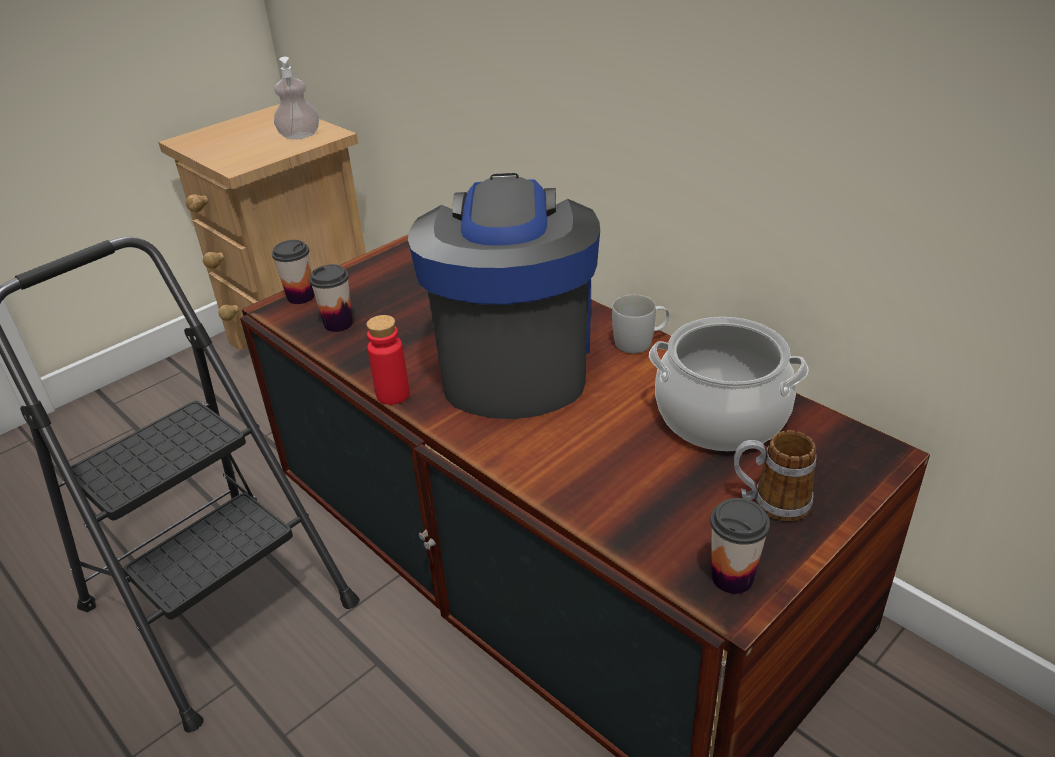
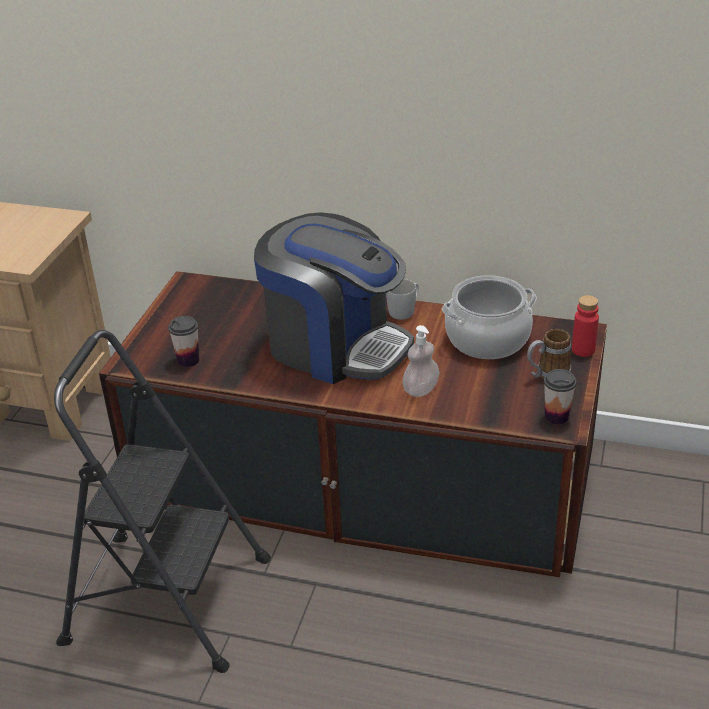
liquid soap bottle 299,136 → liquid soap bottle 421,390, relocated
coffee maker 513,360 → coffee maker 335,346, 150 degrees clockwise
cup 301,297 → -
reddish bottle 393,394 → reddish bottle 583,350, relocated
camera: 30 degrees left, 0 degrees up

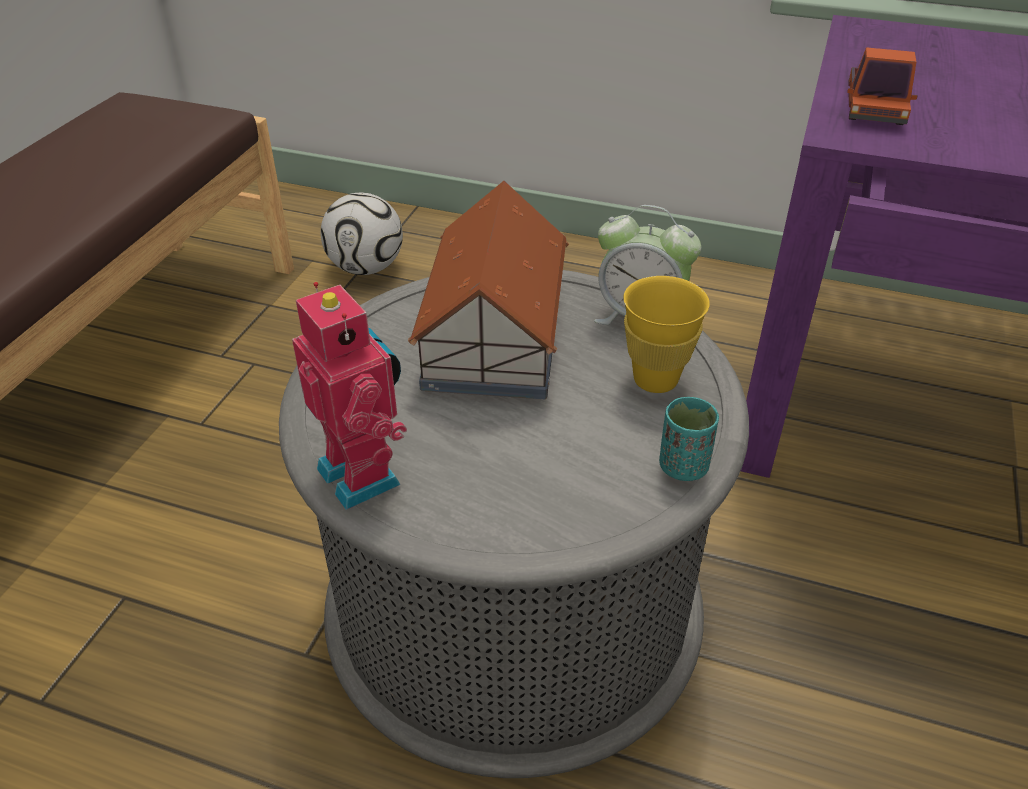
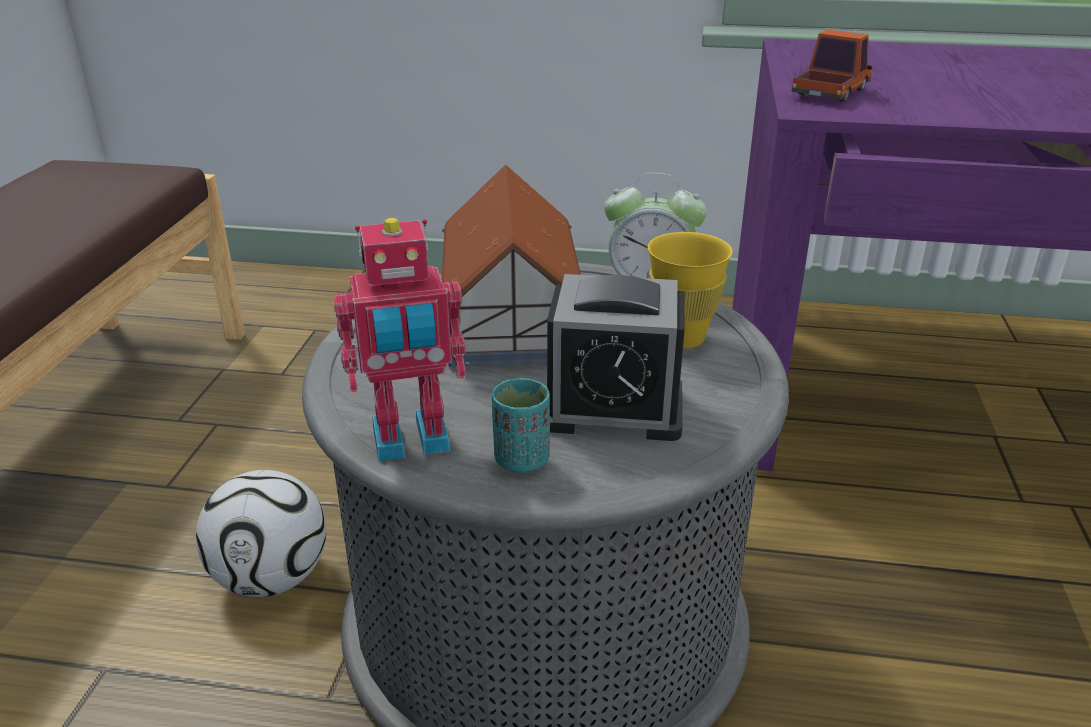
toy lorry 874,109 → toy lorry 830,93, 150 degrees counterclockwise
ball for football 365,268 → ball for football 271,579, relocated
model robot 364,474 → model robot 411,441, 120 degrees clockwise
blue-green cup 683,467 → blue-green cup 521,460, relocated
- → bedside clock 612,408
camera: 10 degrees left, 10 degrees down

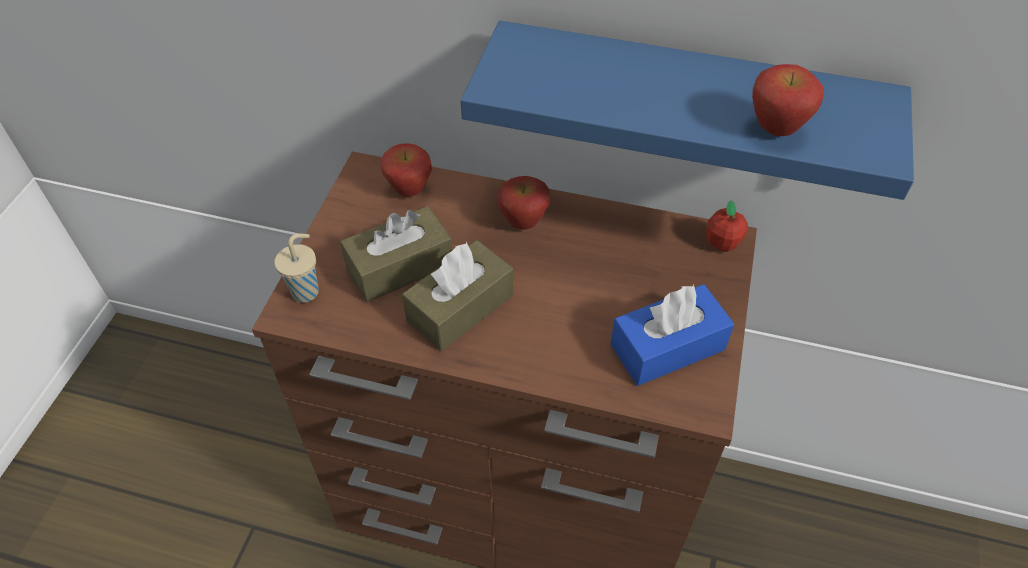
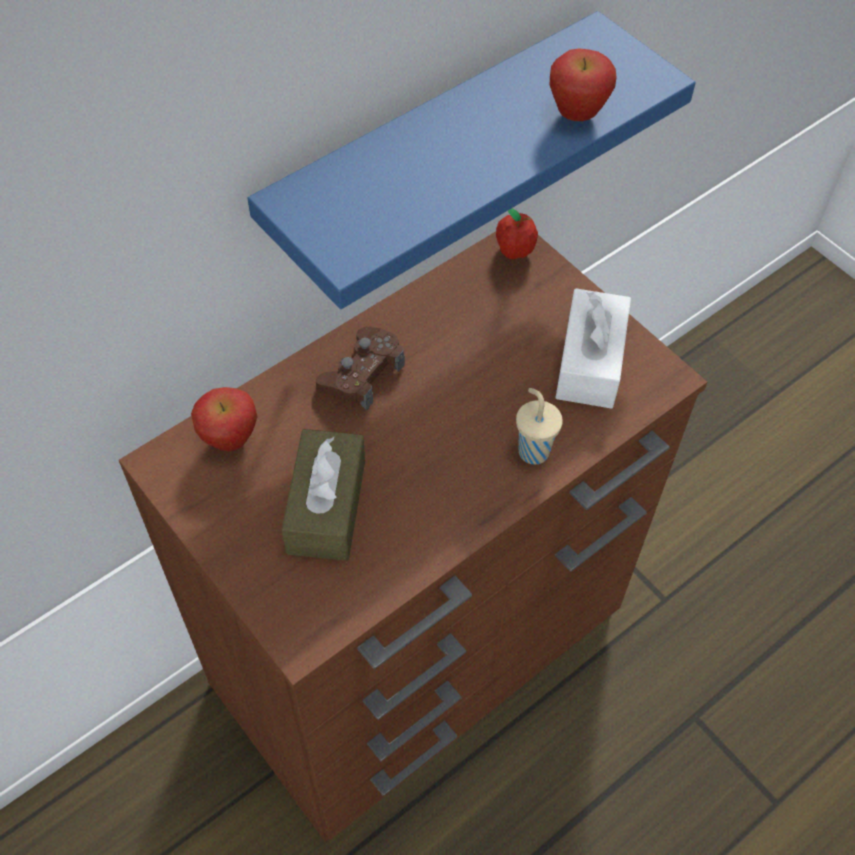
whole apple 523,223 → brownish game controller 362,374
beige-coloured cup 306,291 → beige-coloured cup 532,450, relocated
brownish tissue holder 460,307 → -
blue tissue holder 667,347 → white-coloured tissue holder 590,362
camera: 55 degrees left, 5 degrees up

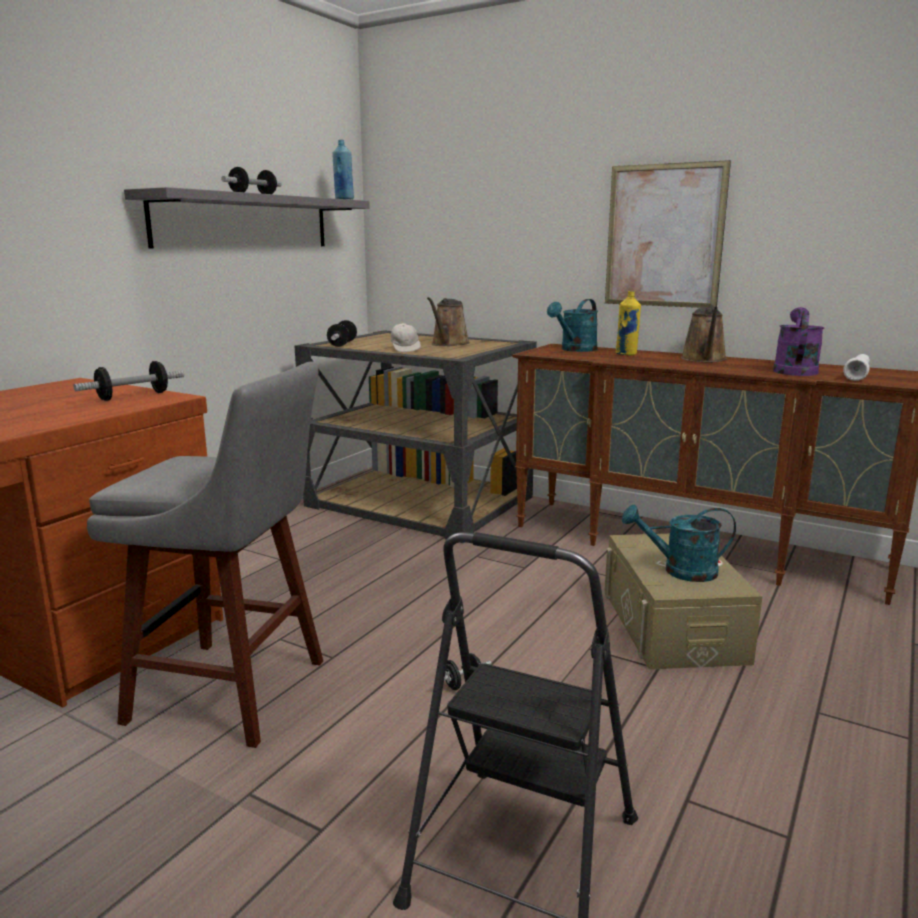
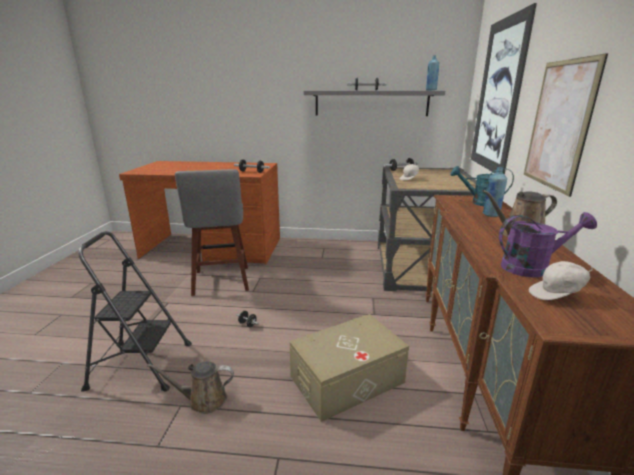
yellow-coloured bottle 626,354 → blue bottle 491,215
brownish watering can 449,344 → brownish watering can 203,399, relocated
white-coloured flashlight 857,375 → white-coloured cap 557,295
blue-green watering can 680,571 → -
- → wall picture 498,96
camera: 65 degrees right, 5 degrees up

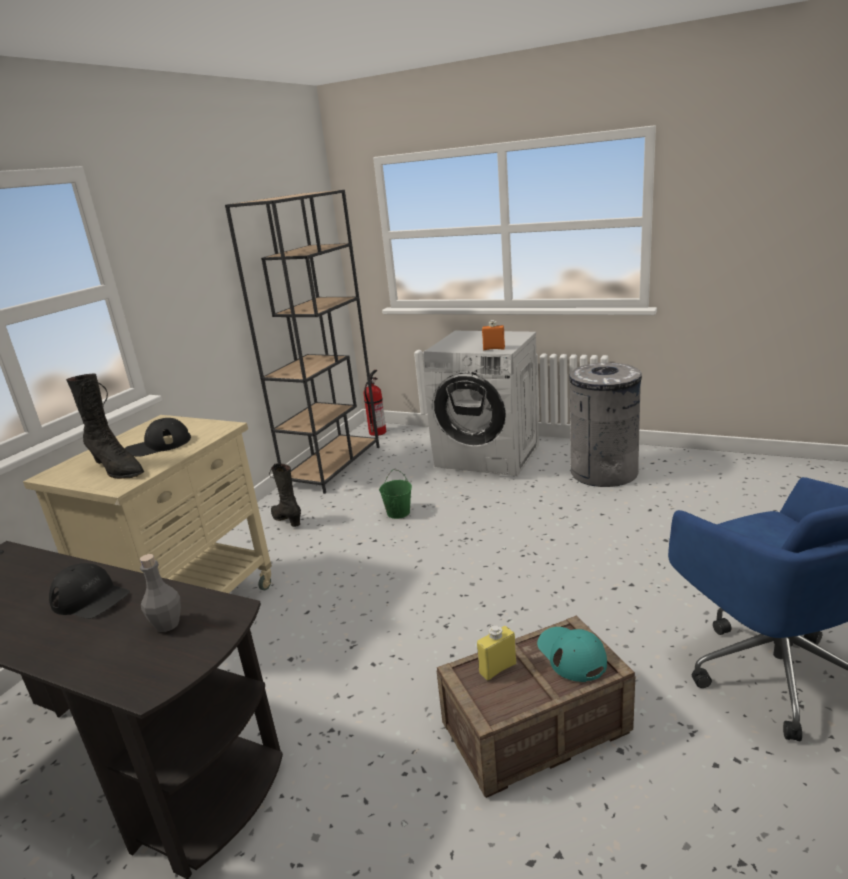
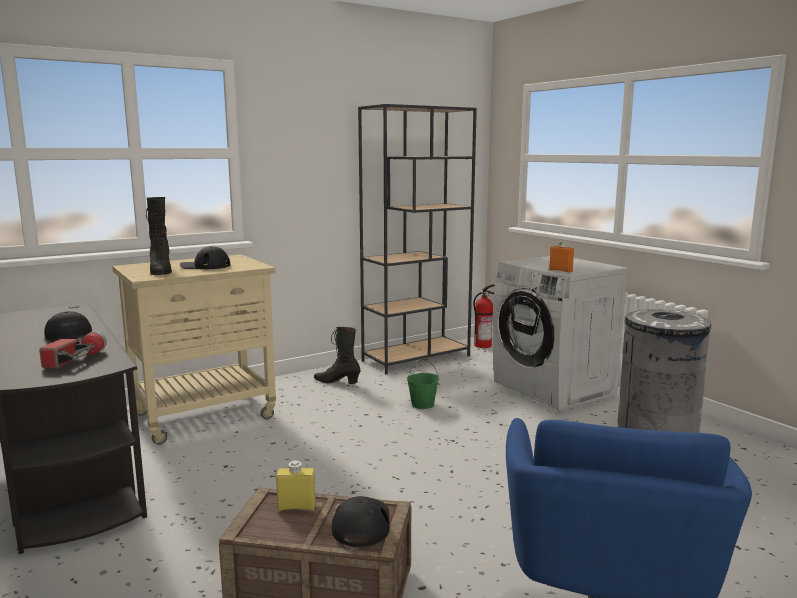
black high-top boot 287,520 → black high-top boot 337,382, 60 degrees counterclockwise
grey bottle 167,625 → flashlight 76,360
blue-green cap 571,655 → black cap 362,524
camera: 30 degrees right, 10 degrees down

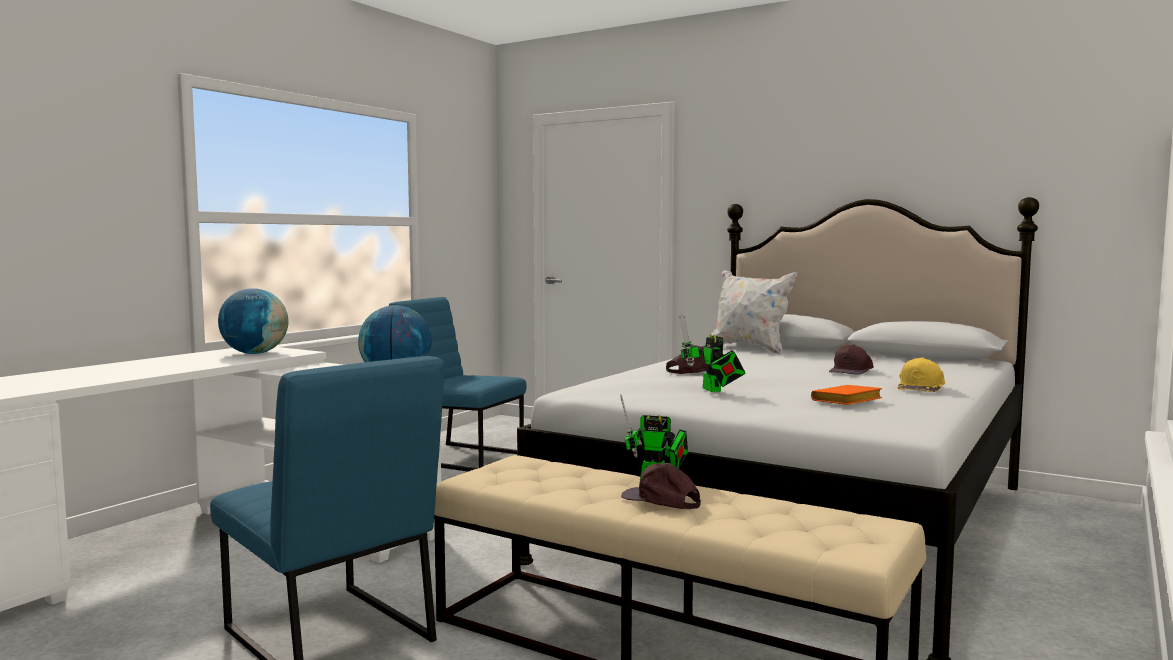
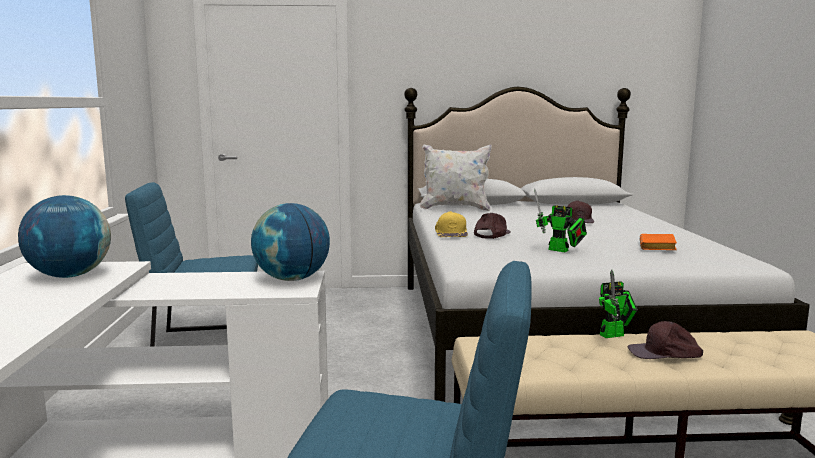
yellow-coloured cap 921,387 → yellow-coloured cap 451,233, relocated
camera: 35 degrees left, 5 degrees up

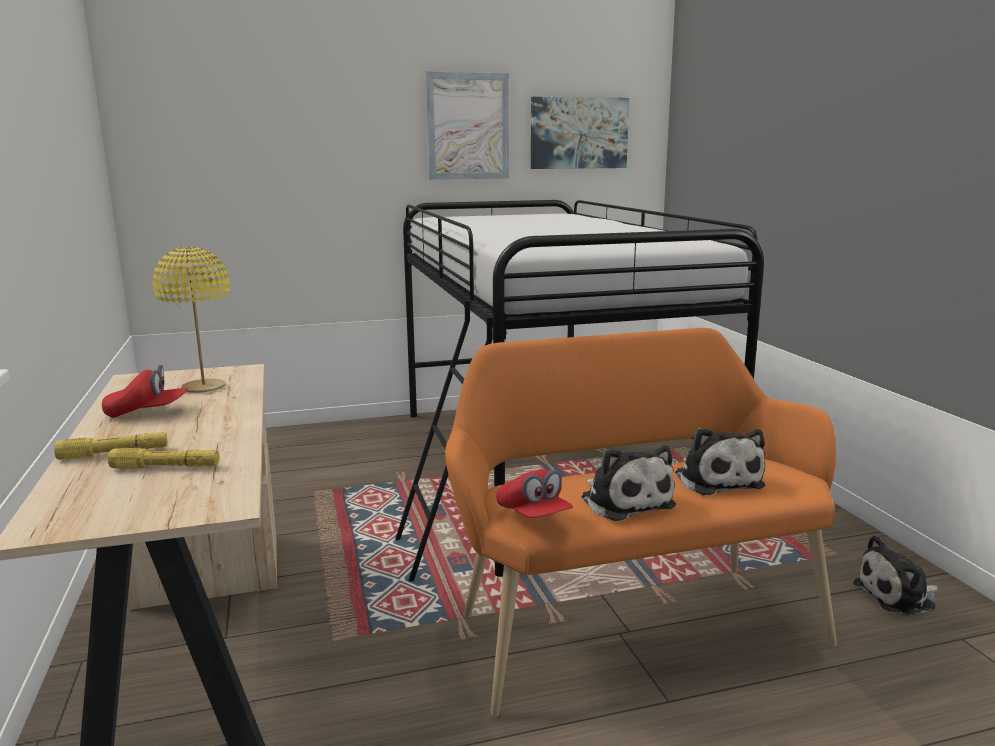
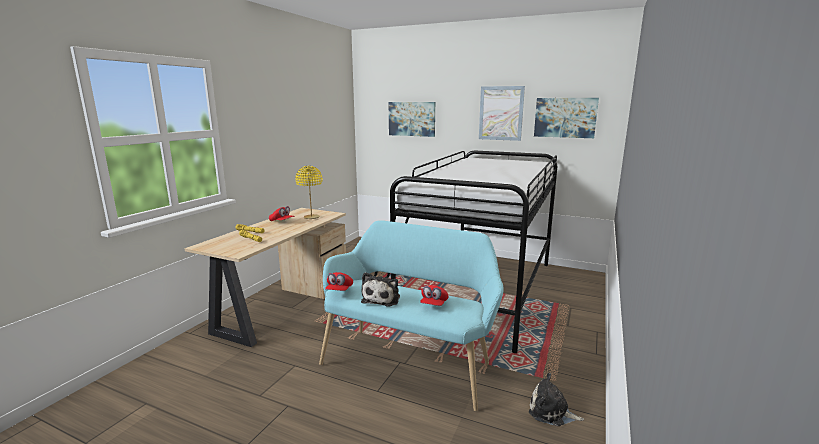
orangey indoor bench 631,623 → blue-green indoor bench 410,361
cuddly toy 716,479 → reddish cap 434,304
- → wall picture 412,119
camera: 40 degrees right, 0 degrees up

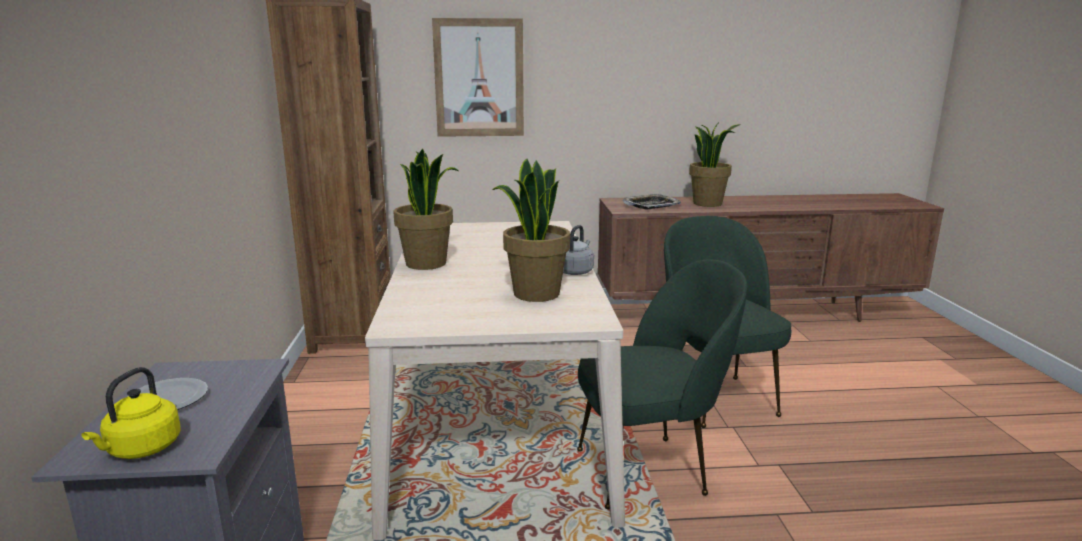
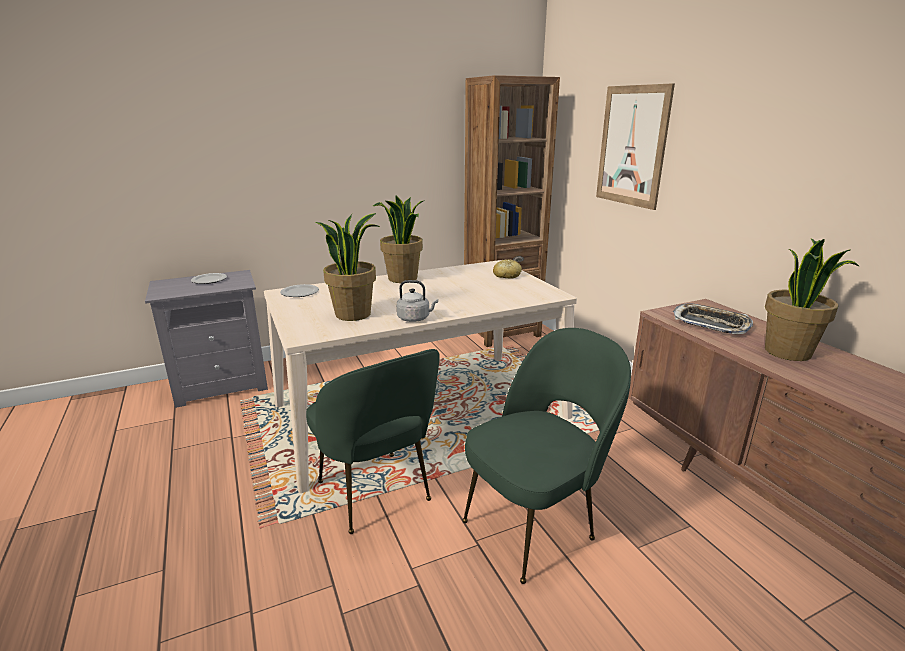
yellow-coloured kettle 141,449 → -
- → bakery bread 506,275
- → flat dish 299,293
camera: 70 degrees right, 5 degrees up

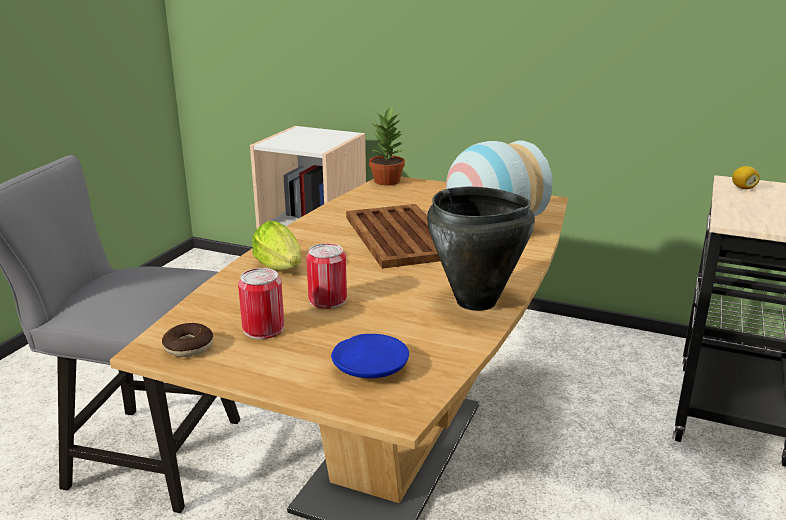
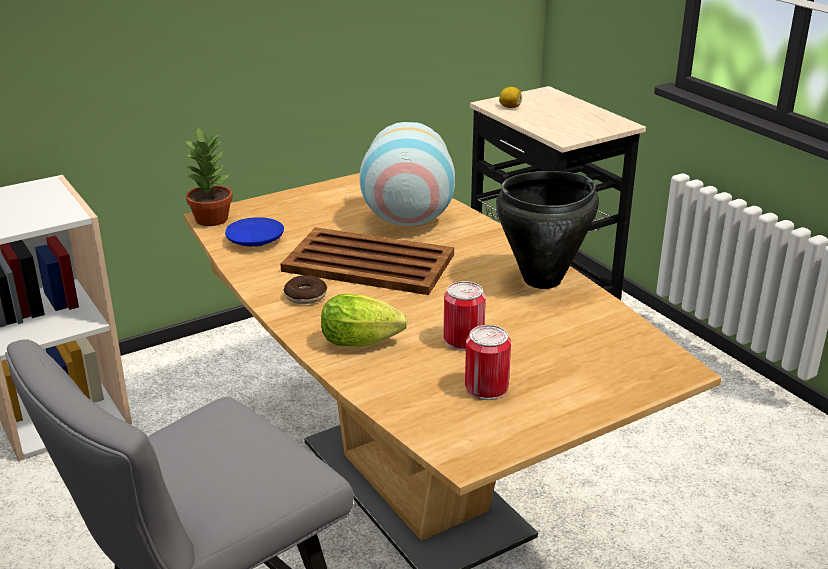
donut 188,347 → donut 305,296, relocated
blue flat dish 370,367 → blue flat dish 254,240, relocated
camera: 55 degrees left, 5 degrees up

